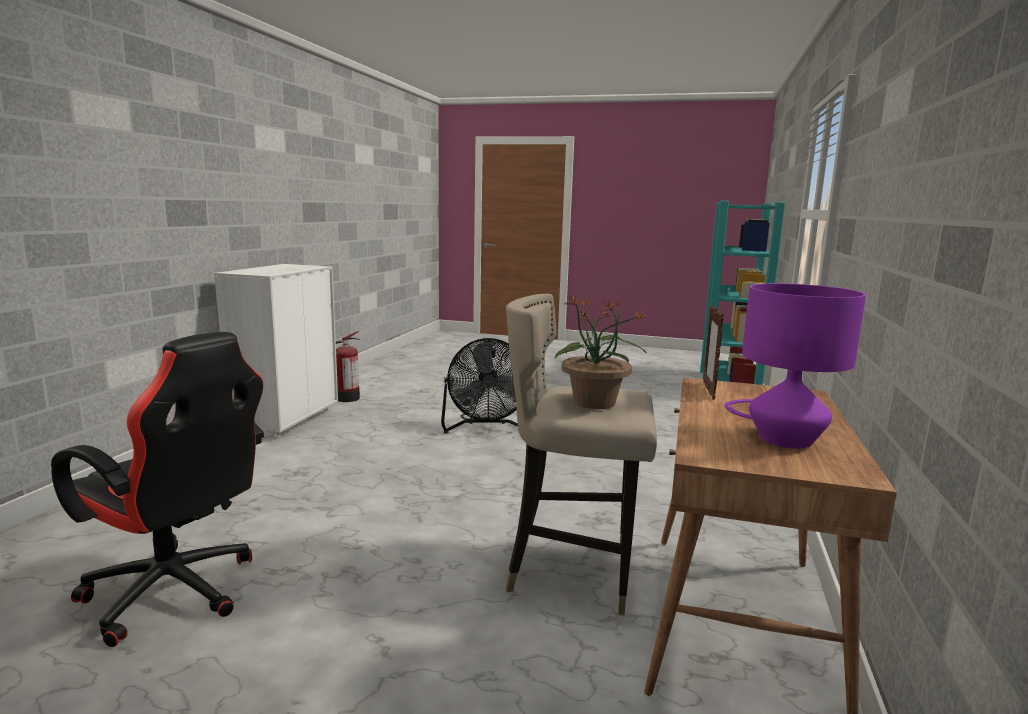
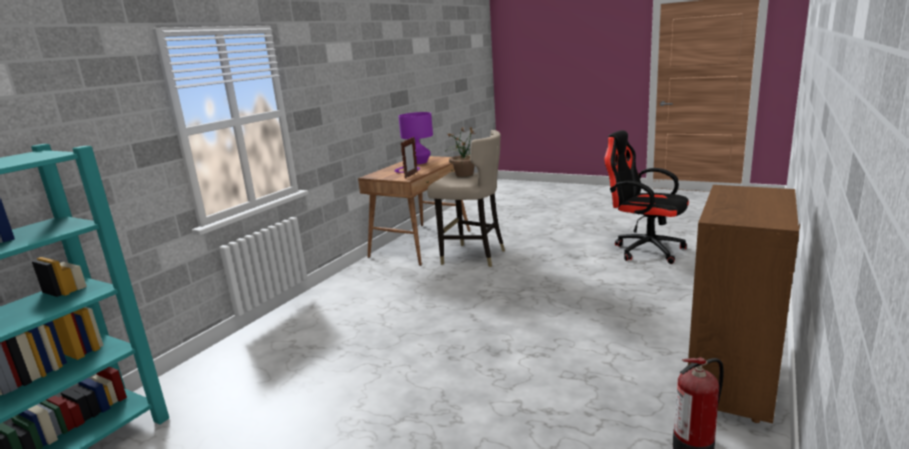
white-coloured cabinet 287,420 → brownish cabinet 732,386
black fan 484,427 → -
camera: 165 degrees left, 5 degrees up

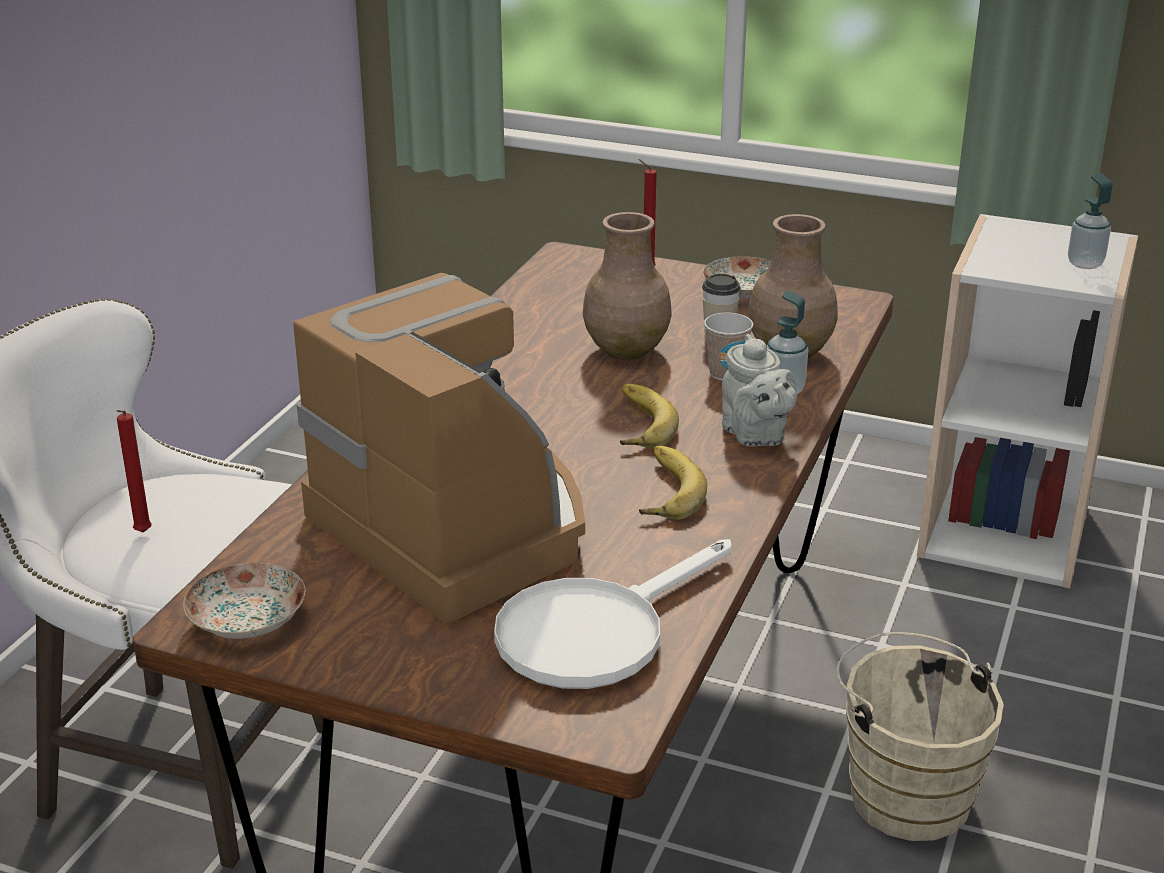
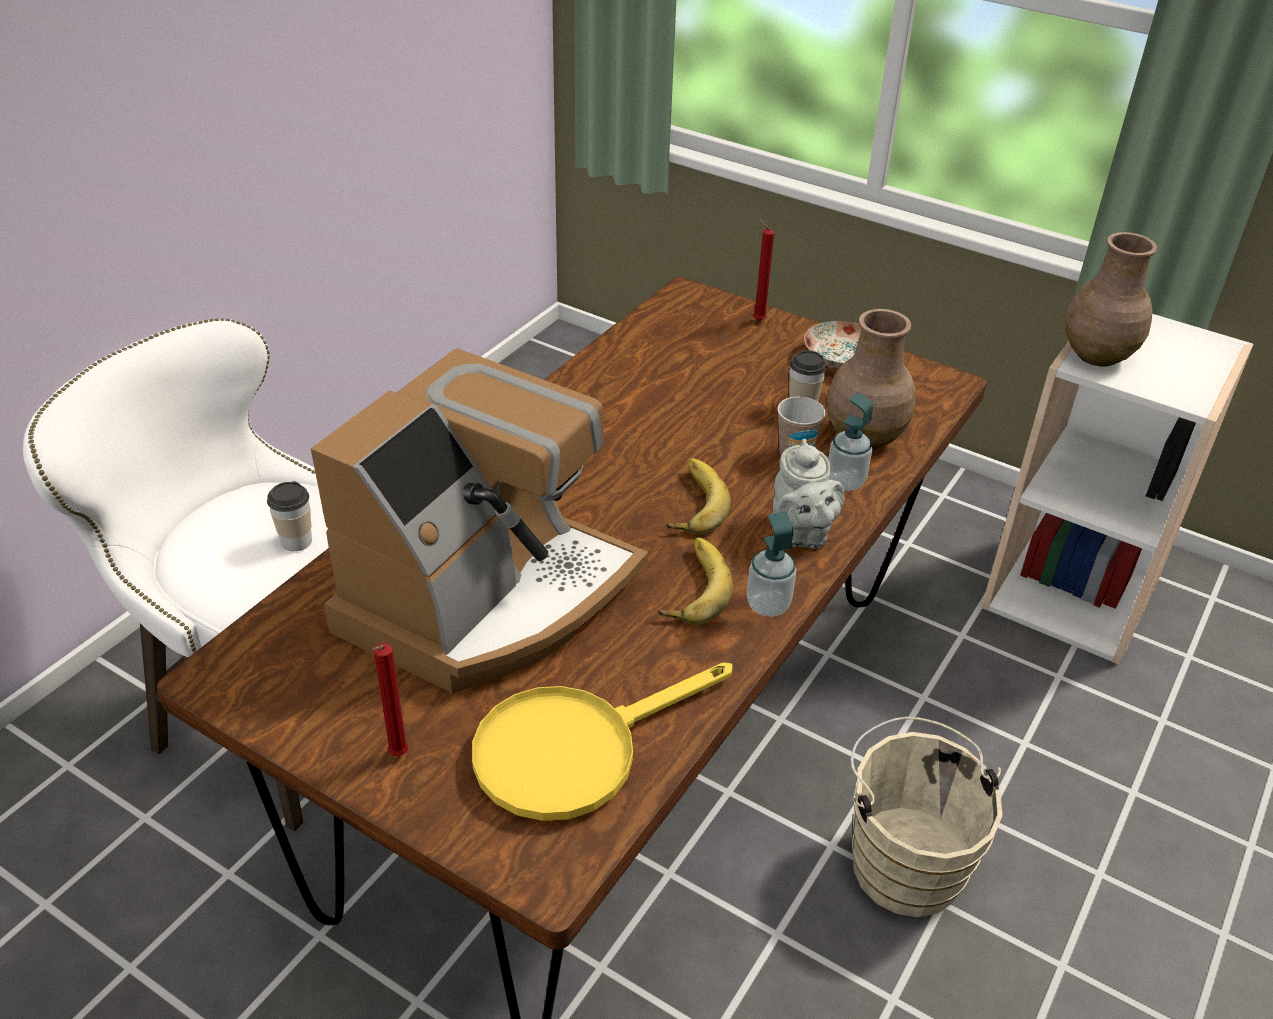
liquid soap bottle 1085,264 → liquid soap bottle 768,605, relocated
brownish vase 625,350 → brownish vase 1096,355, relocated
coffee maker 458,525 → coffee maker 488,598, 60 degrees clockwise
reddish wax light 142,534 → reddish wax light 396,756, relocated
white-coloured frying pan 596,631 → yellow-coloured frying pan 575,749
flat dish 248,620 → -
- → cup 296,541
camera: 10 degrees right, 10 degrees up

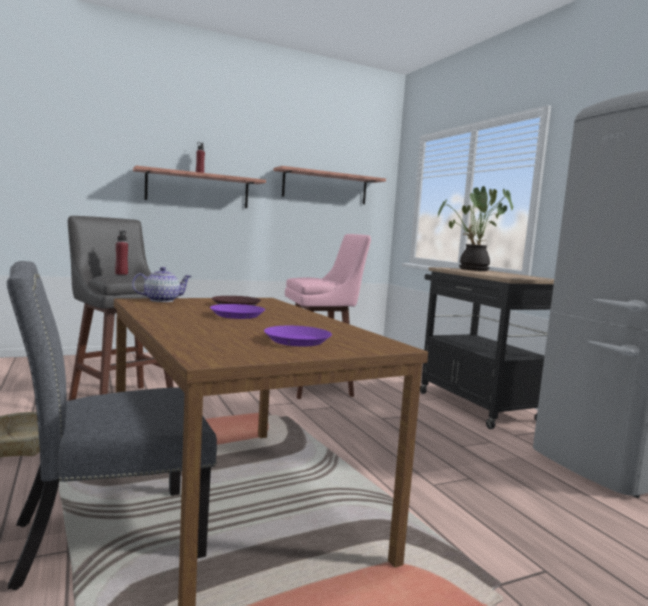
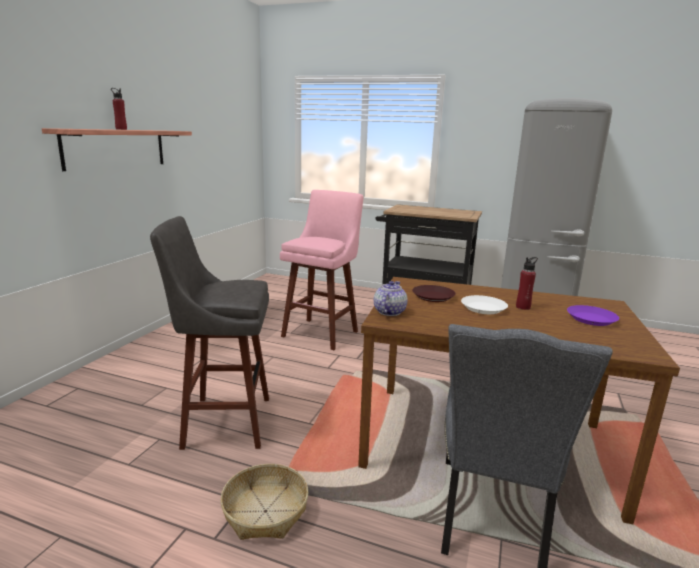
wall shelf 325,187 → -
houseplant 471,269 → -
reddish bottle 121,274 → reddish bottle 523,307, relocated
purple flat dish 237,315 → white-coloured flat dish 483,308
camera: 45 degrees left, 10 degrees up

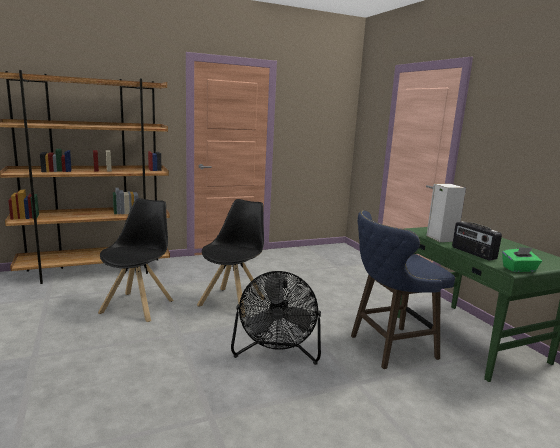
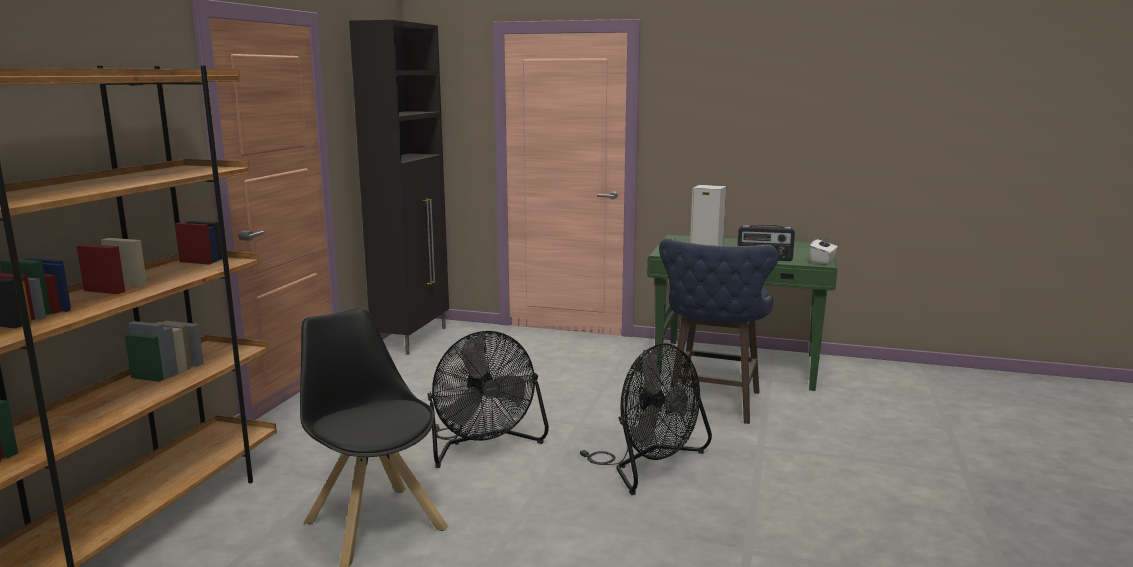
black plain chair 233,301 → black fan 478,446
green tissue holder 519,269 → white-coloured tissue holder 822,261
- → black cabinet 413,339
camera: 50 degrees left, 0 degrees up

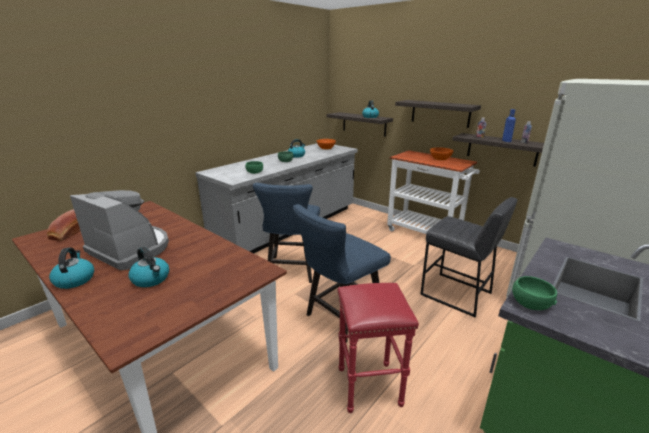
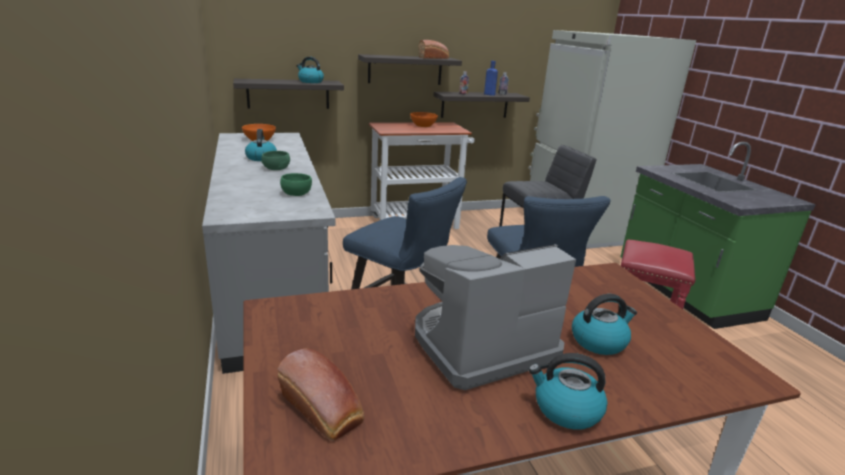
green deep dish 530,303 → -
- → bakery bread 434,58
camera: 60 degrees left, 0 degrees up

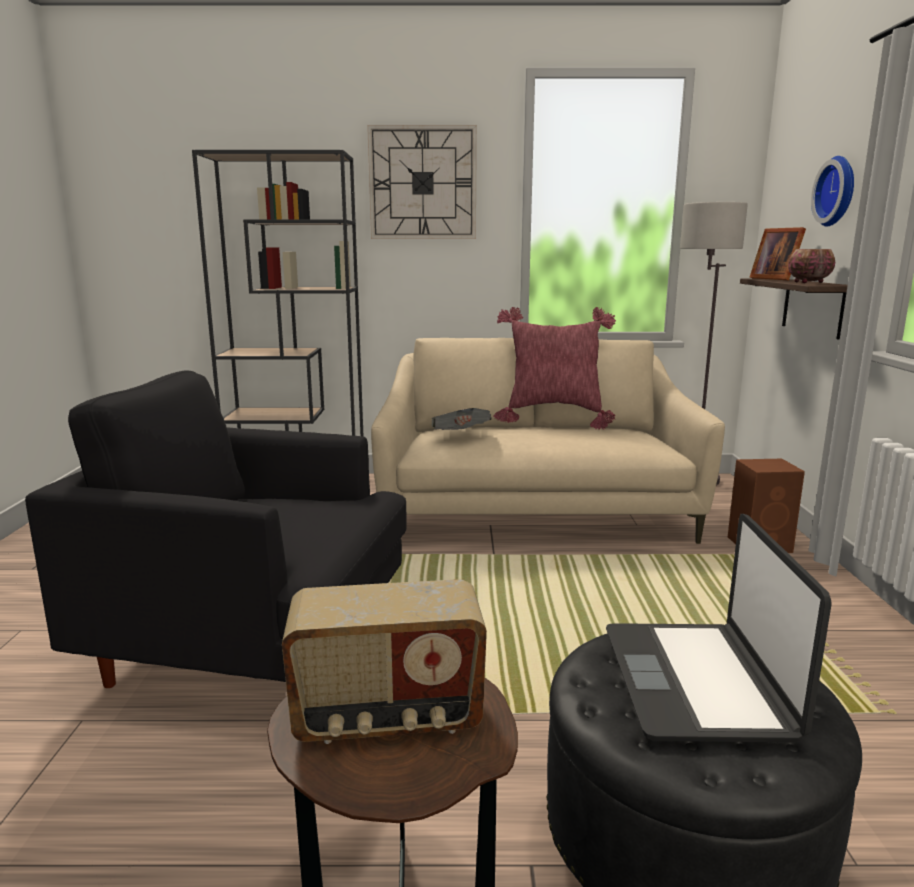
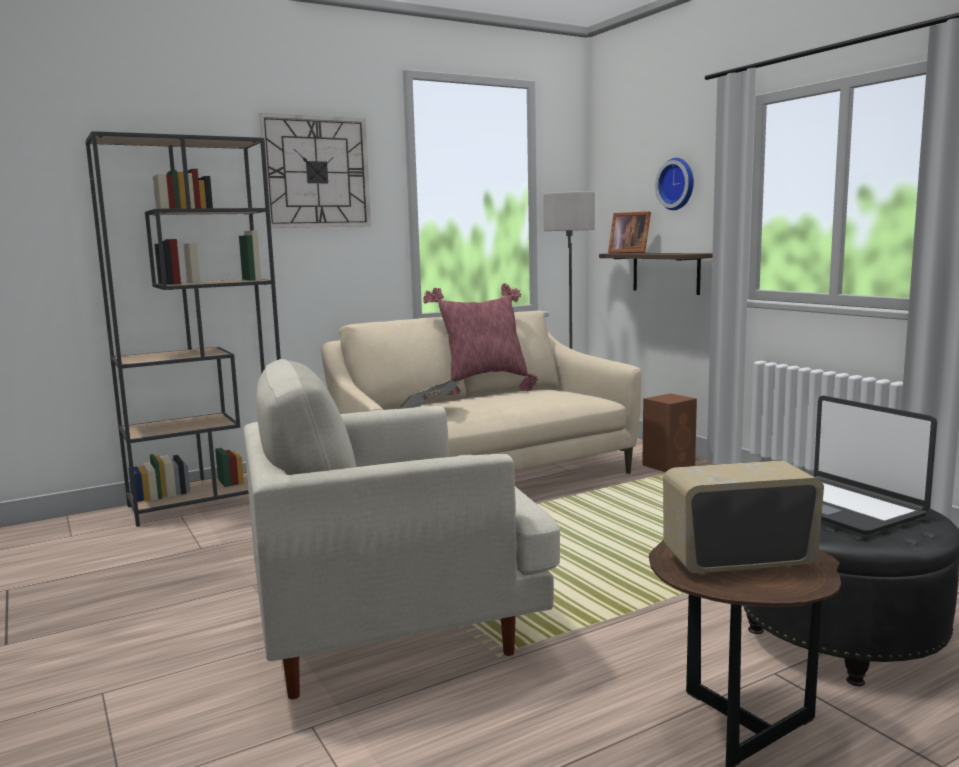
deep dish 807,282 → -
black lounge chair 256,653 → beige-coloured lounge chair 398,632
radio 388,718 → radio 737,561, 150 degrees counterclockwise
camera: 30 degrees left, 5 degrees down

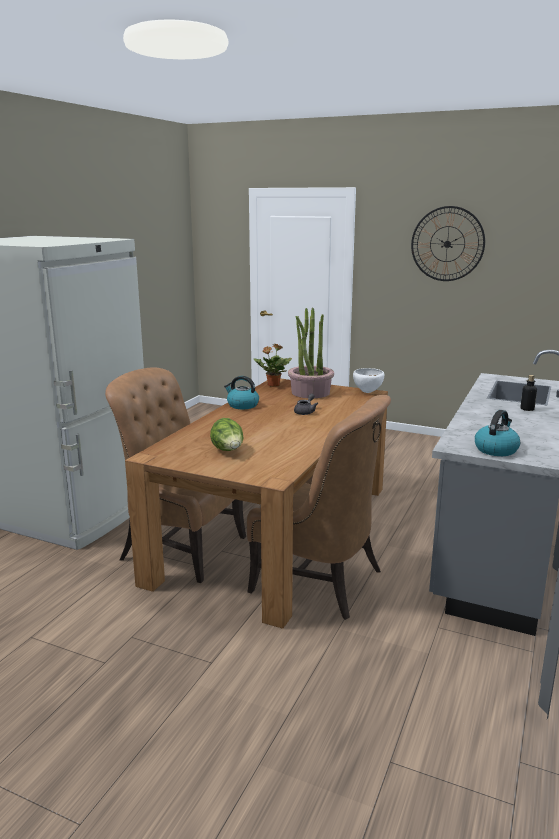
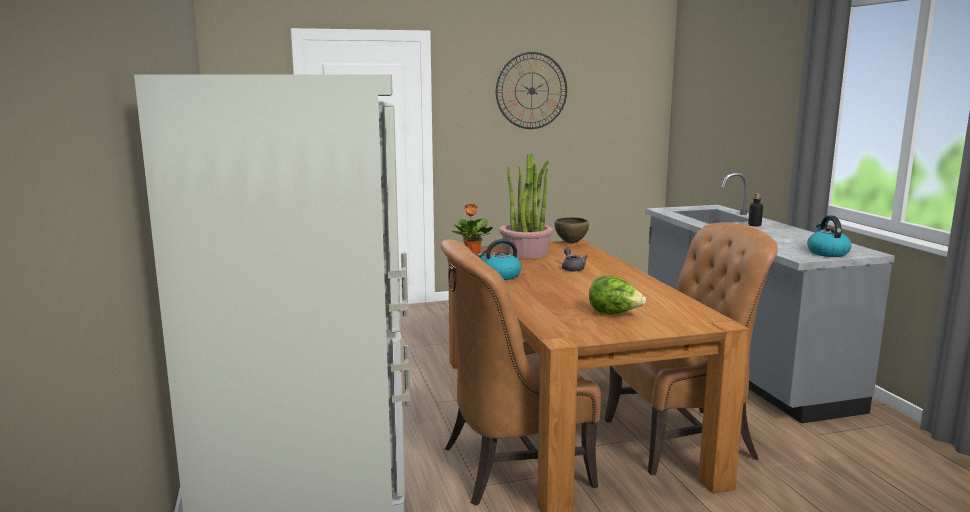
white-coloured deep dish 367,392 → brownish deep dish 571,243
camera: 40 degrees left, 5 degrees down

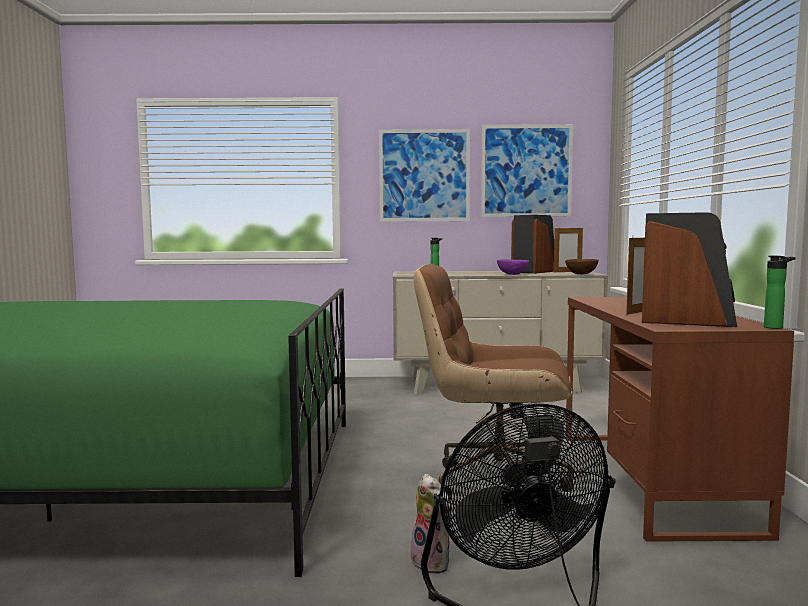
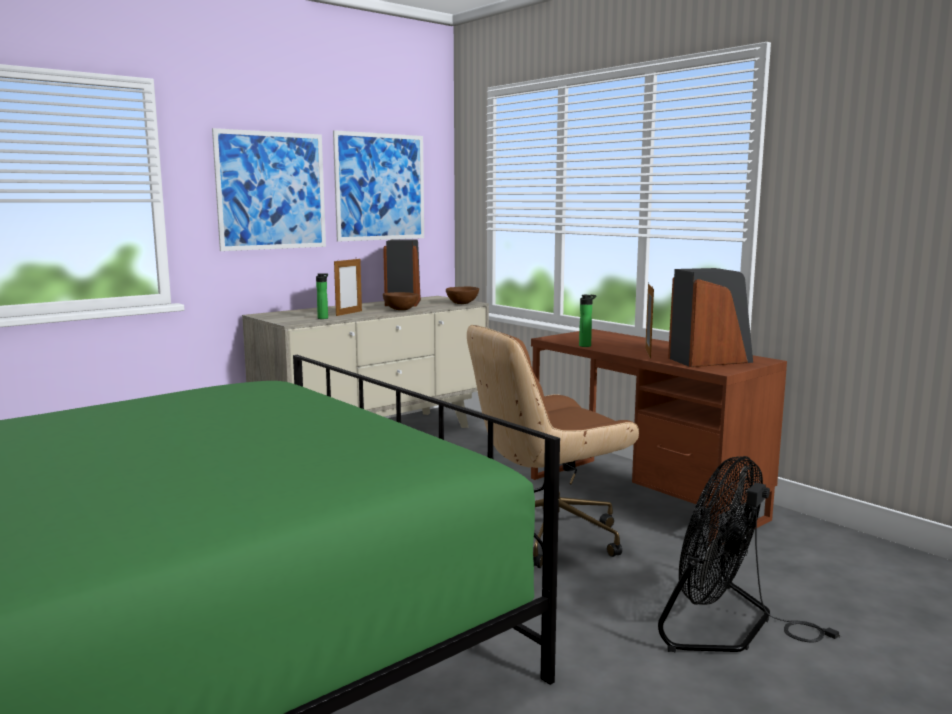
standing frame 567,271 → standing frame 349,313, relocated
bottle 776,327 → bottle 586,345, relocated
purple deep dish 512,274 → brownish deep dish 400,310
cuddly toy 433,563 → -
camera: 40 degrees left, 5 degrees up

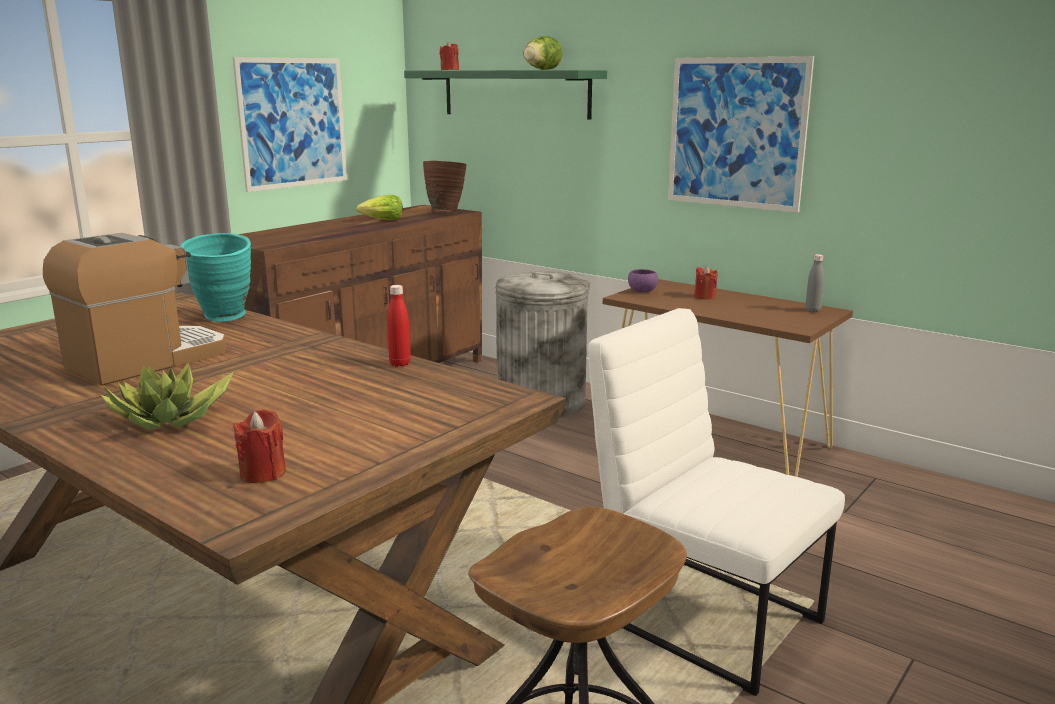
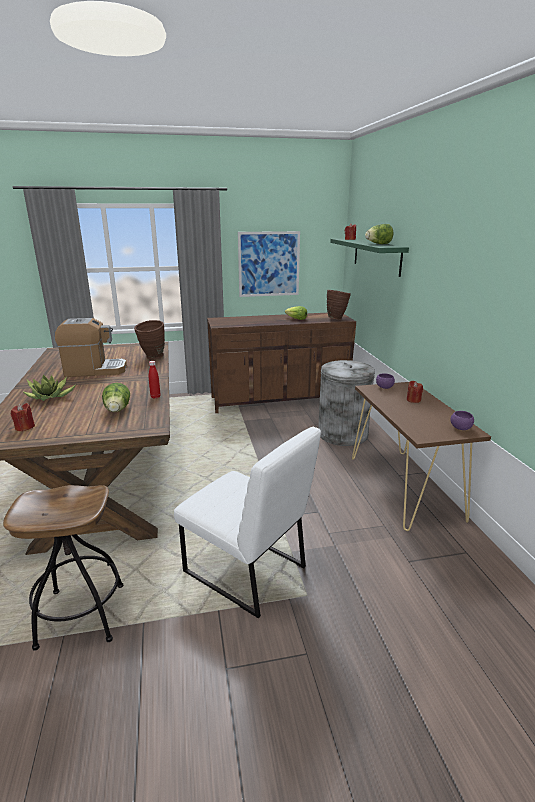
wall picture 736,133 → -
blue-green vase 225,319 → brownish vase 152,358
grey bottle 812,310 → purple deep dish 460,428
white-coloured plain chair 704,615 → white-coloured plain chair 247,571, 135 degrees clockwise
- → lettuce head 117,410
camera: 40 degrees right, 5 degrees up

